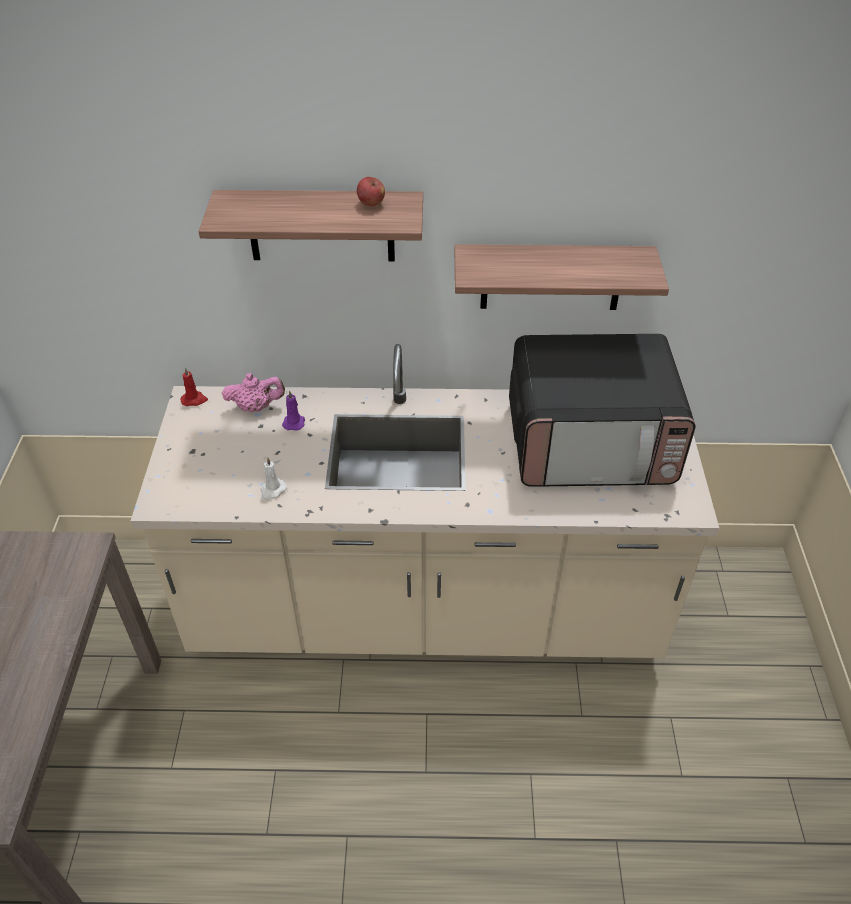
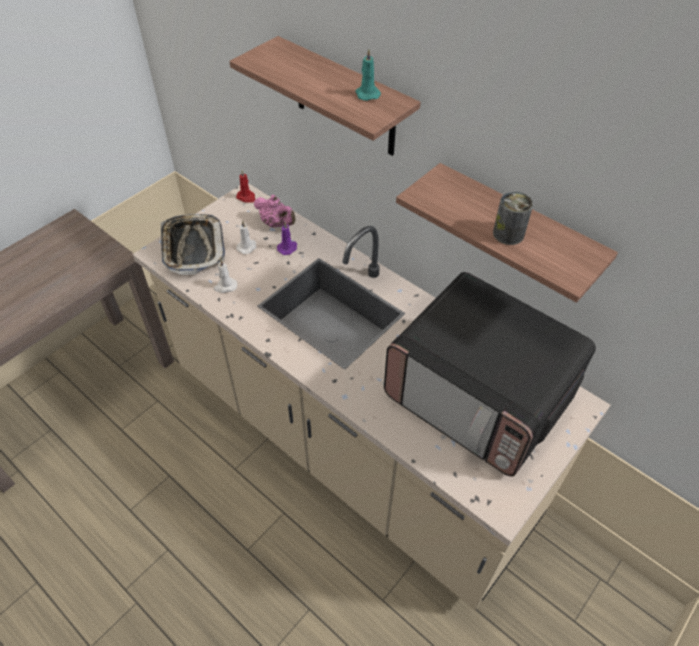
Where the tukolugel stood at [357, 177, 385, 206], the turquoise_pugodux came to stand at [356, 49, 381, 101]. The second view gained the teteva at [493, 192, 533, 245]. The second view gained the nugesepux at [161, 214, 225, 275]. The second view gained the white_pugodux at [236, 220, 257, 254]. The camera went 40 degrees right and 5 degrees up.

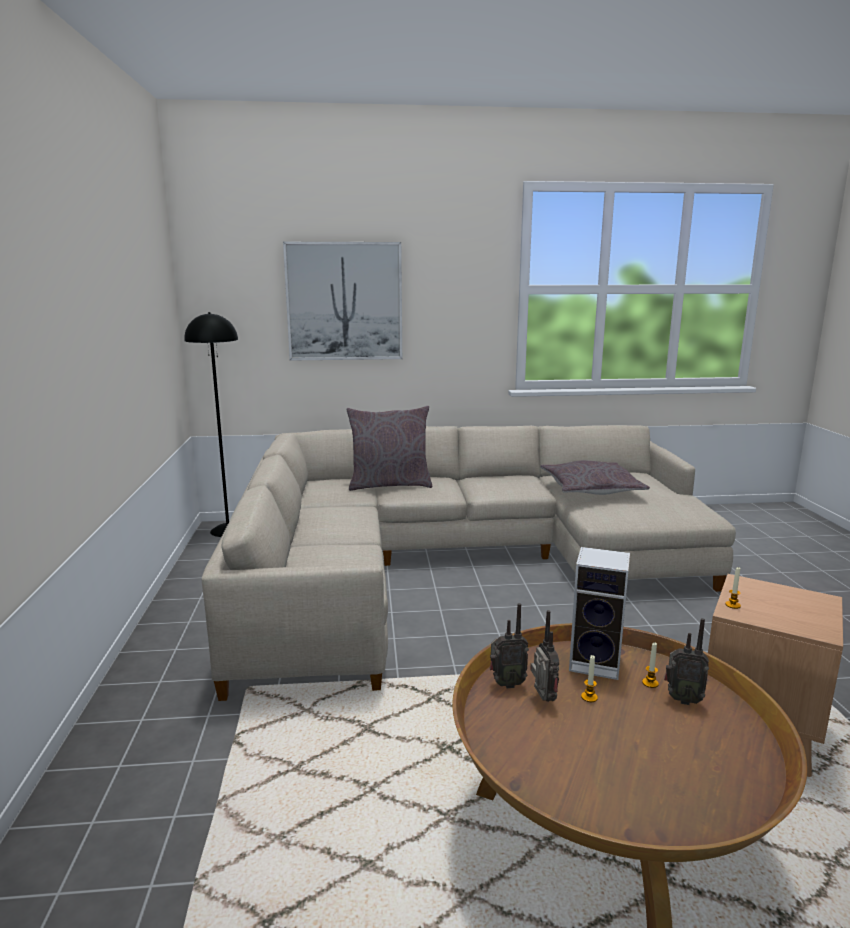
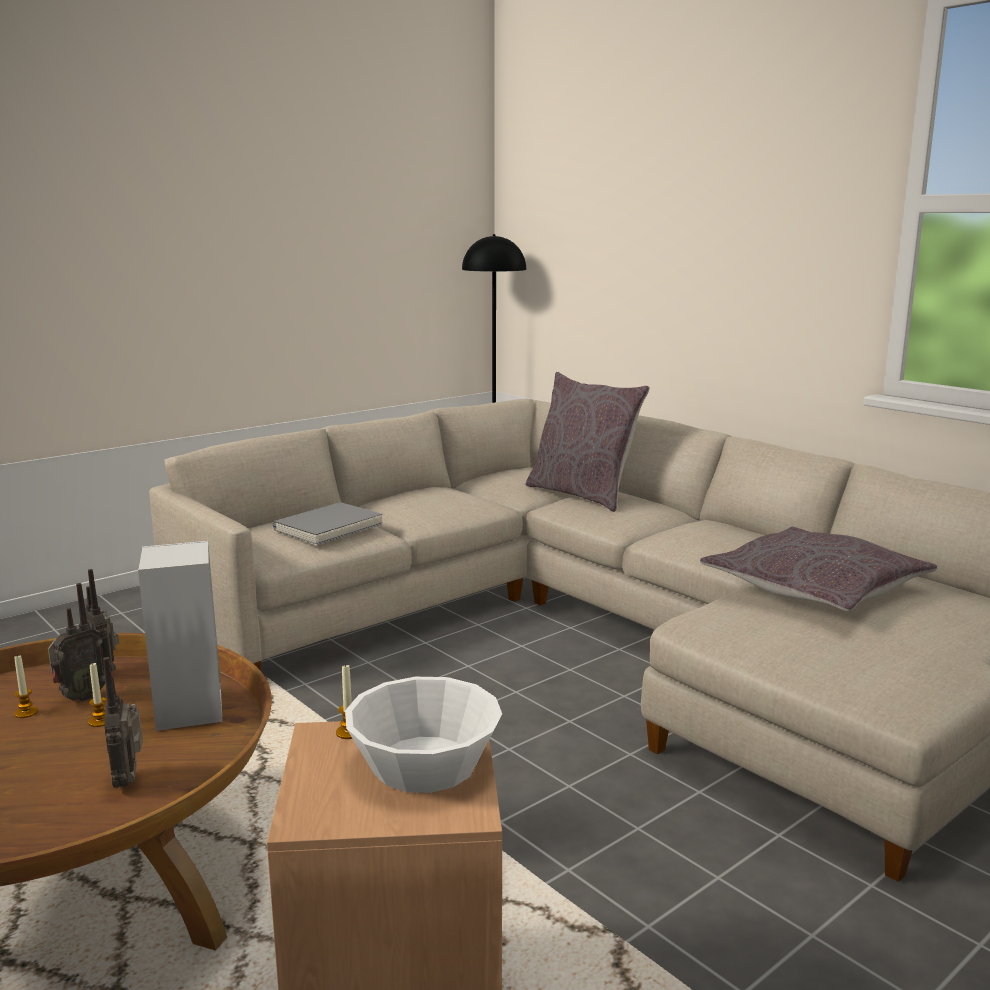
The second view lost the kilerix at [283, 242, 402, 361]. The pugodux ended up elsewhere, having gone from [642, 643, 659, 688] to [14, 654, 38, 718]. The second view gained the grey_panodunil at [273, 502, 383, 546]. The second view gained the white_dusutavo at [345, 677, 502, 793]. The camera went 55 degrees right and 0 degrees up.

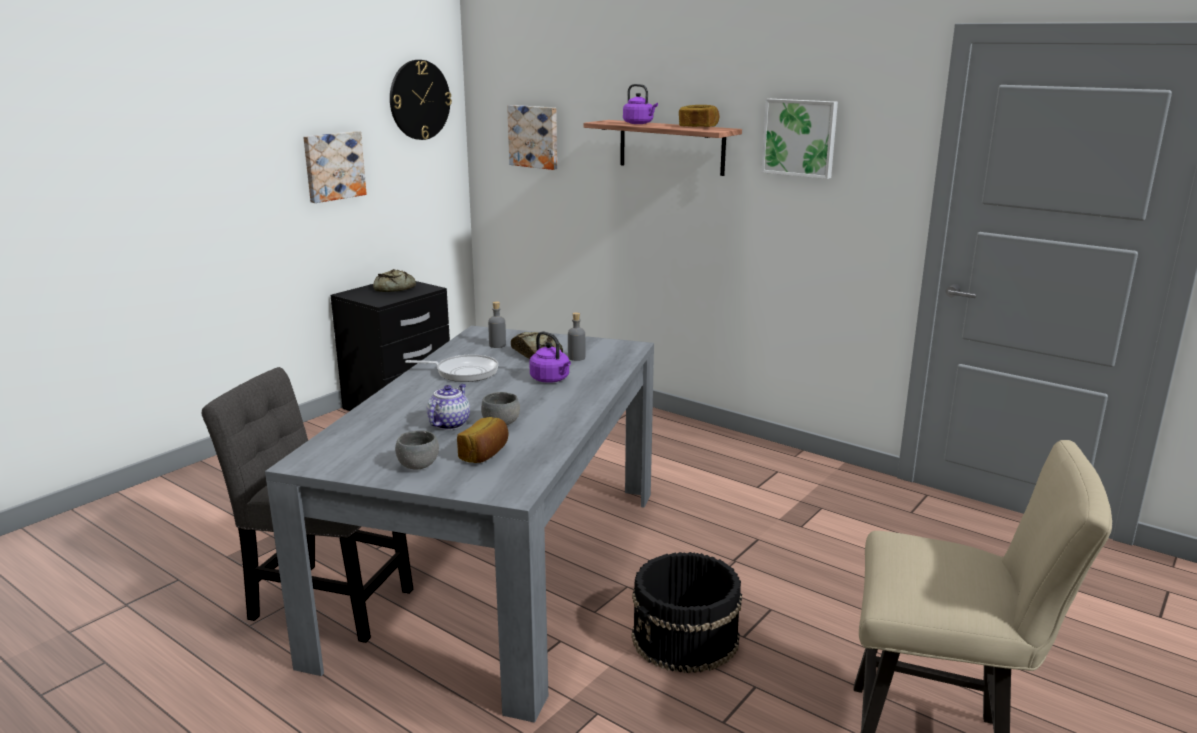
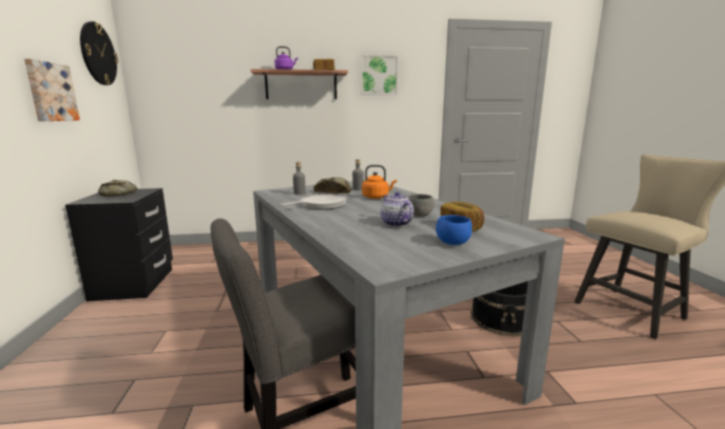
The second view lost the kilerix at [507, 105, 557, 170]. What was the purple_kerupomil at [529, 331, 571, 383] turned into the orange_kerupomil at [362, 165, 397, 199]. What was the grey_dusutavo at [395, 430, 439, 469] turned into the blue_dusutavo at [436, 215, 472, 245]. The camera went 45 degrees left and 5 degrees down.

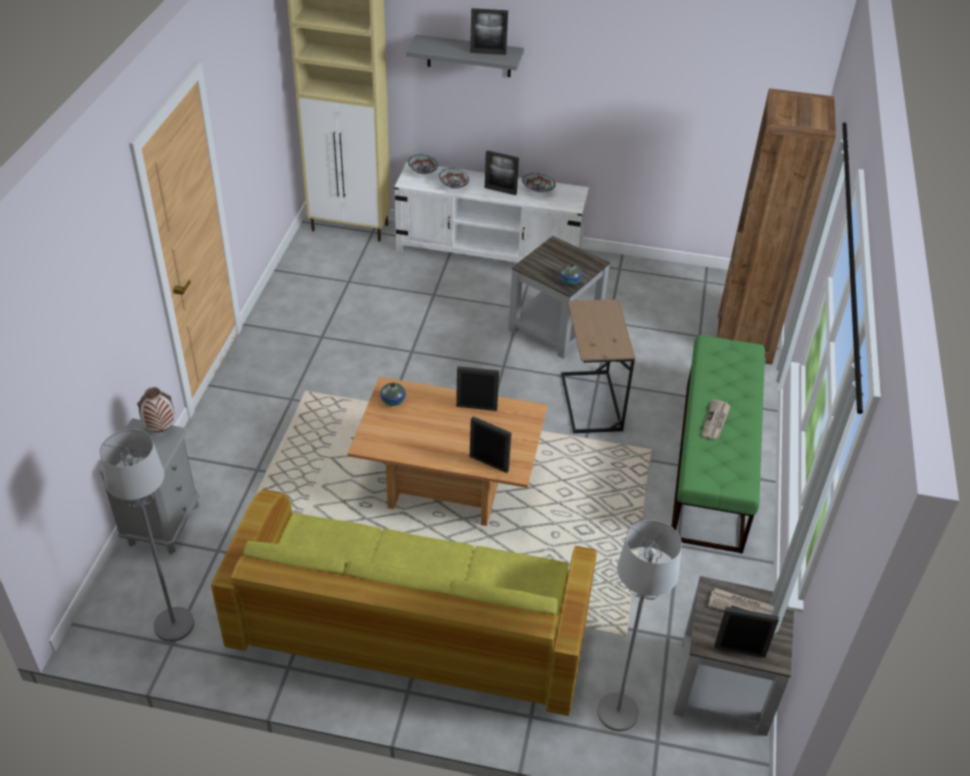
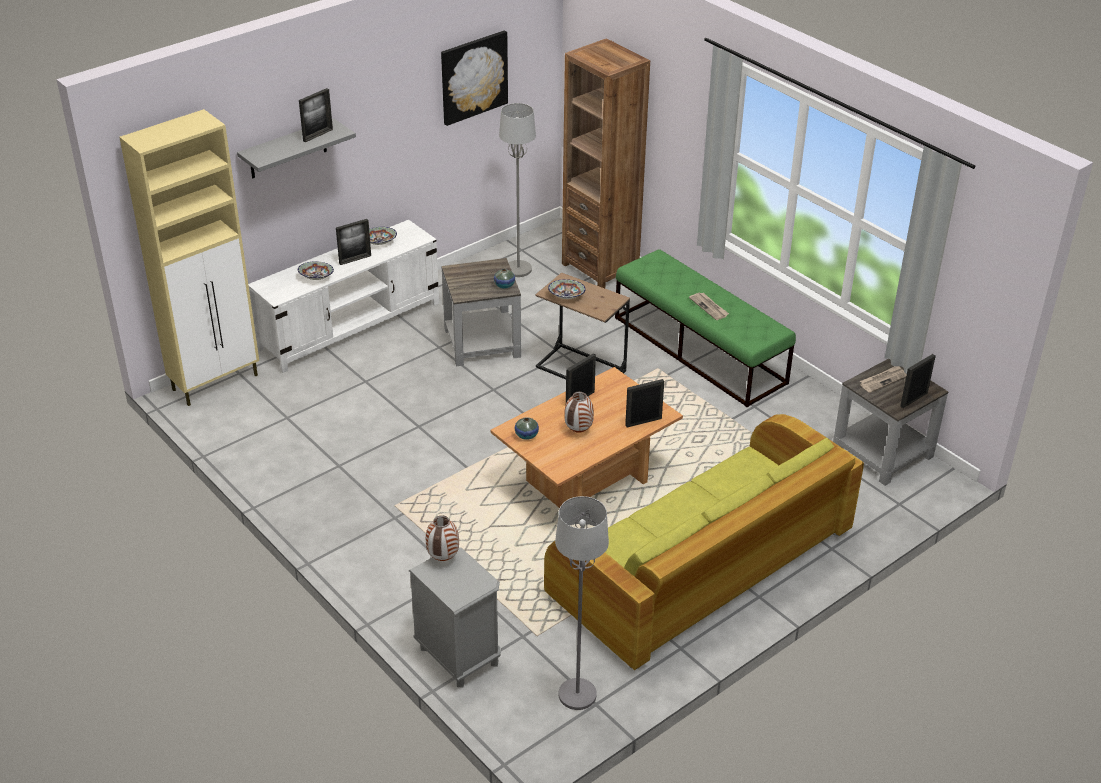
The dusutavo ended up elsewhere, having gone from [408, 154, 438, 174] to [548, 279, 586, 299]. The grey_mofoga ended up elsewhere, having gone from [597, 520, 682, 731] to [499, 103, 536, 277]. The second view gained the kilerix at [441, 31, 508, 126]. The second view gained the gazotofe at [564, 391, 594, 433]. The camera went 50 degrees left and 5 degrees down.

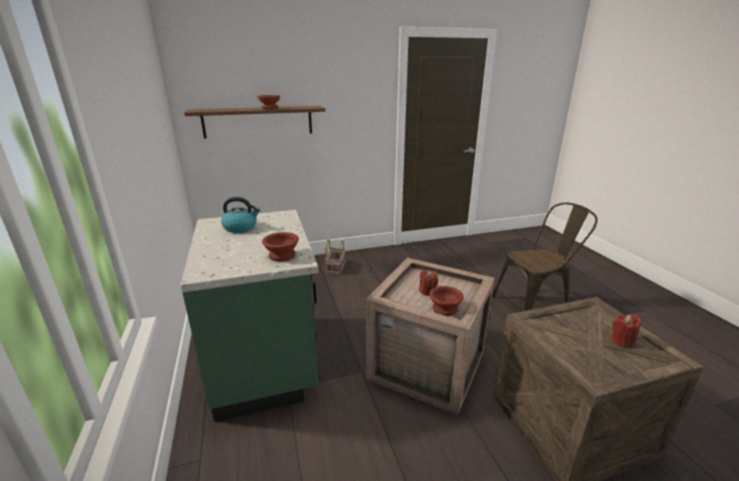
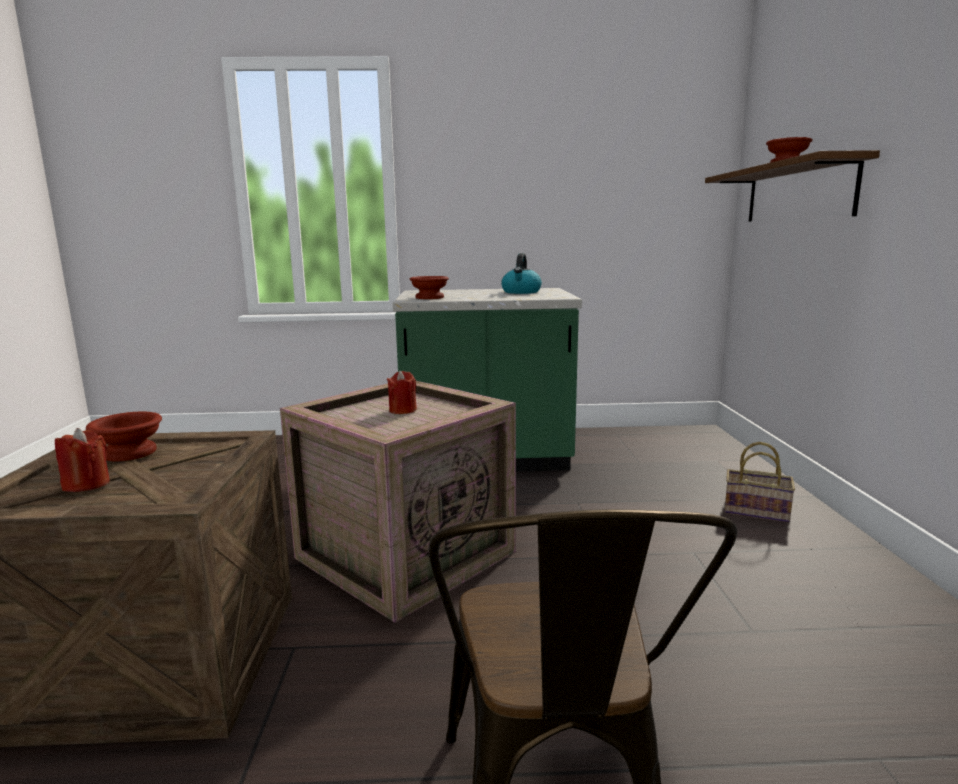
The brown_dusutavo ended up elsewhere, having gone from [429, 286, 464, 316] to [86, 412, 162, 462]. The camera went 105 degrees right and 10 degrees down.

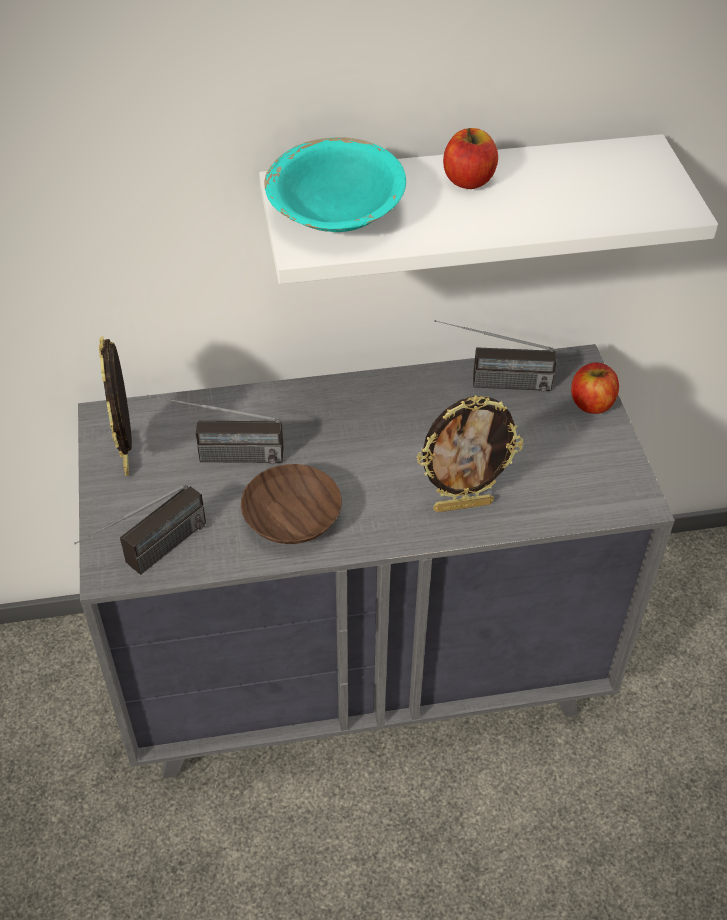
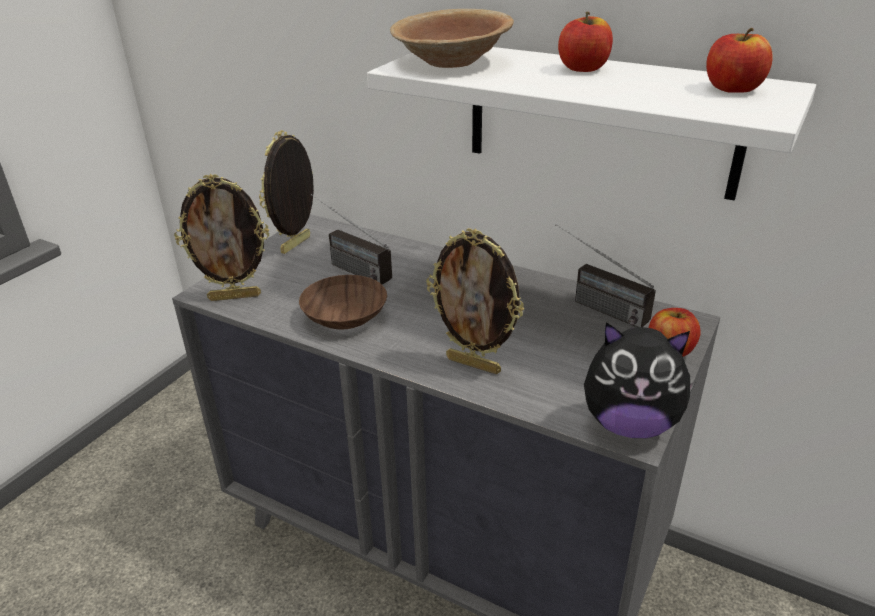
What was the turquoise_dusutavo at [264, 137, 406, 232] turned into the brown_dusutavo at [390, 9, 514, 68]. Where the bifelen stood at [74, 484, 206, 575], the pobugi came to stand at [174, 174, 269, 301]. The second view gained the tukolugel at [706, 28, 773, 93]. The second view gained the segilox at [584, 322, 696, 438]. The camera went 40 degrees right and 15 degrees down.

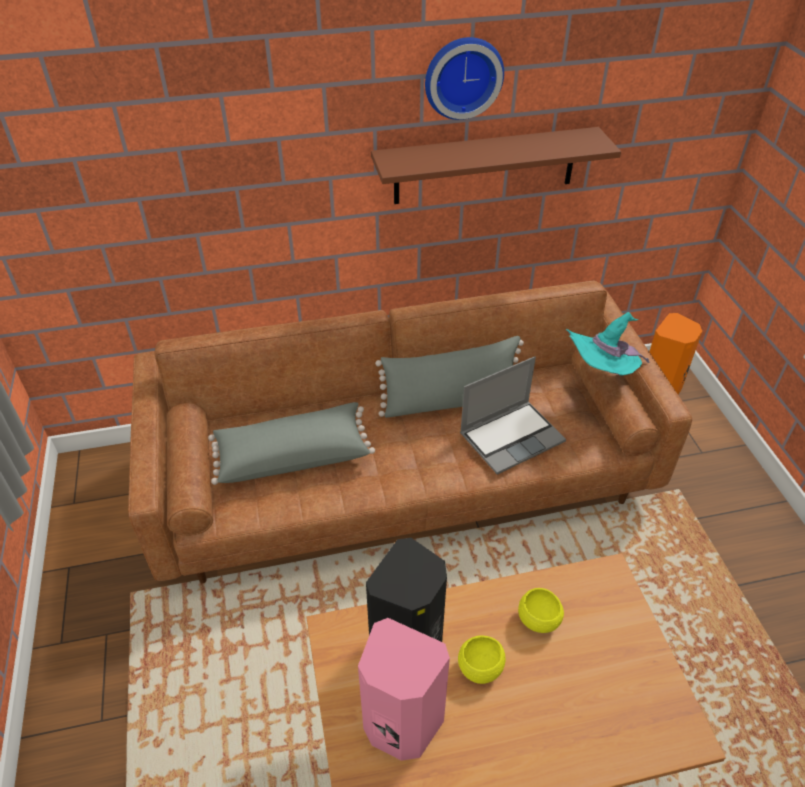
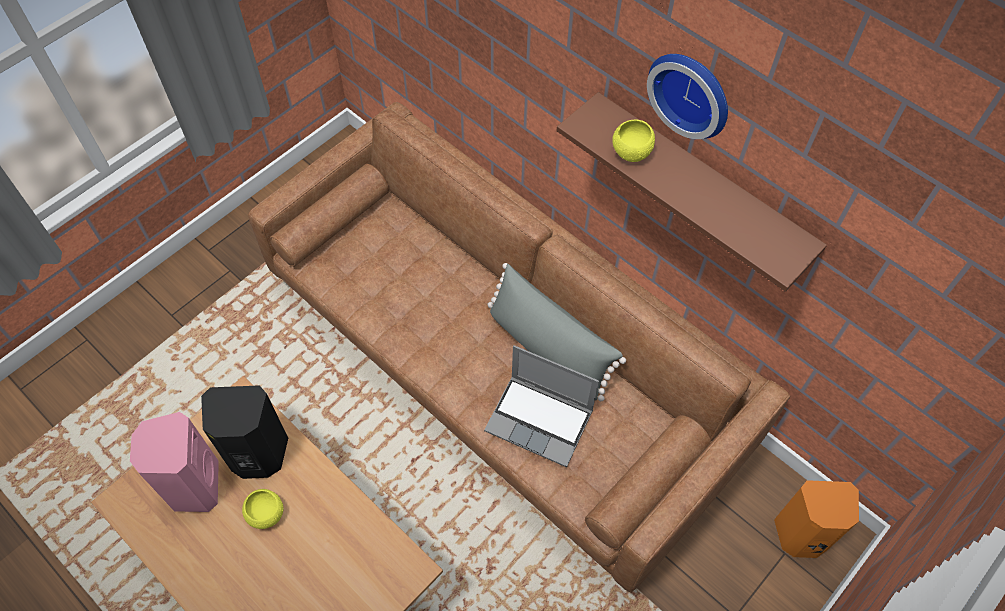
The second view lost the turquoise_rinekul at [566, 312, 650, 375]. The second view lost the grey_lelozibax at [208, 402, 375, 485]. The yellow_dusutavo ended up elsewhere, having gone from [518, 588, 564, 633] to [612, 119, 655, 162]. The camera went 55 degrees right and 15 degrees up.

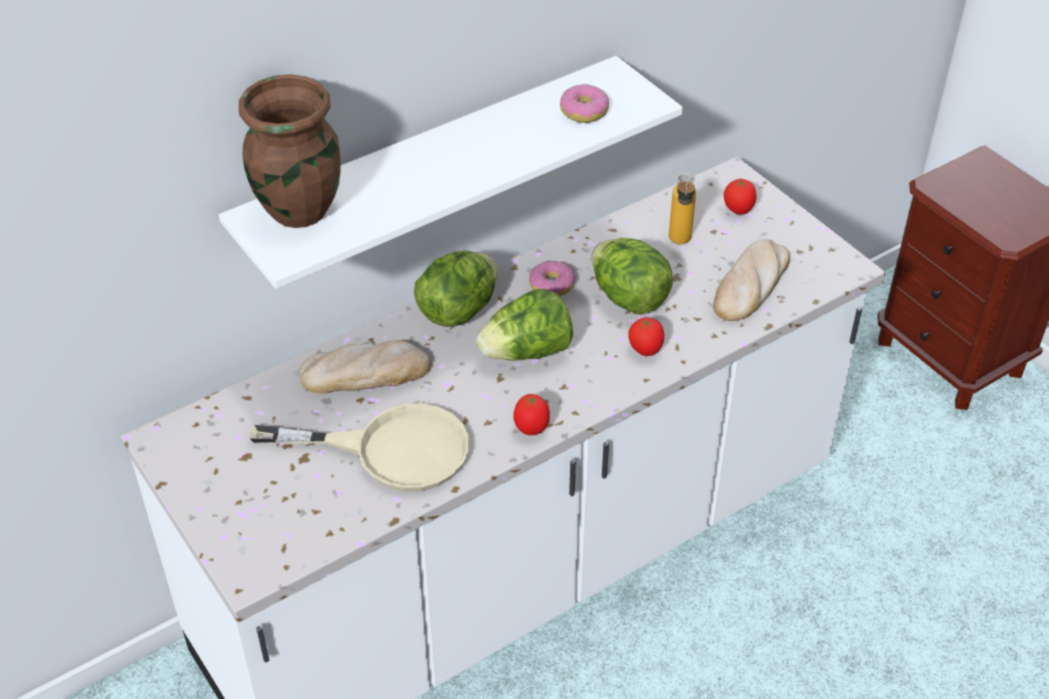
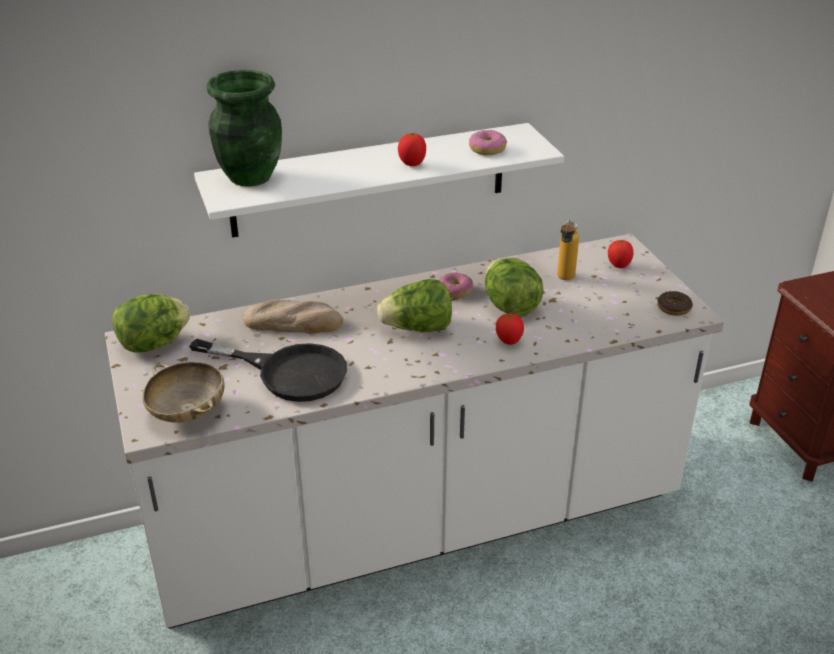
What was the brown_gazotofe at [239, 74, 341, 228] turned into the green_gazotofe at [206, 70, 282, 187]. The second view lost the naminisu at [713, 239, 790, 321]. The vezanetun ended up elsewhere, having gone from [414, 251, 497, 327] to [112, 294, 190, 353]. The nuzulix ended up elsewhere, having gone from [513, 393, 550, 435] to [398, 133, 426, 166]. What was the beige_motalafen at [250, 403, 469, 492] turned into the black_motalafen at [189, 339, 347, 402]. The second view gained the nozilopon at [657, 291, 693, 316]. The second view gained the beige_dusutavo at [143, 362, 225, 423]. The camera went 15 degrees right and 10 degrees down.

